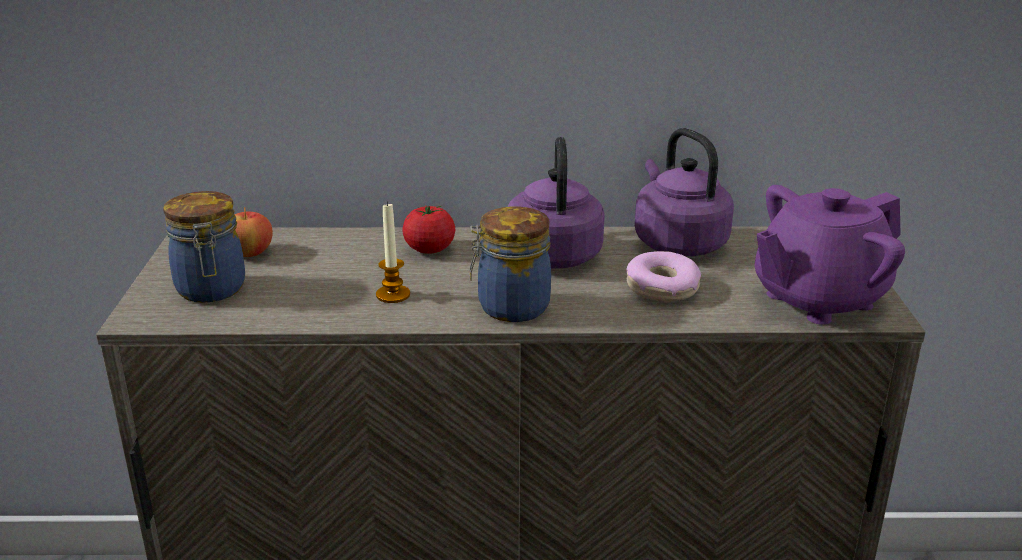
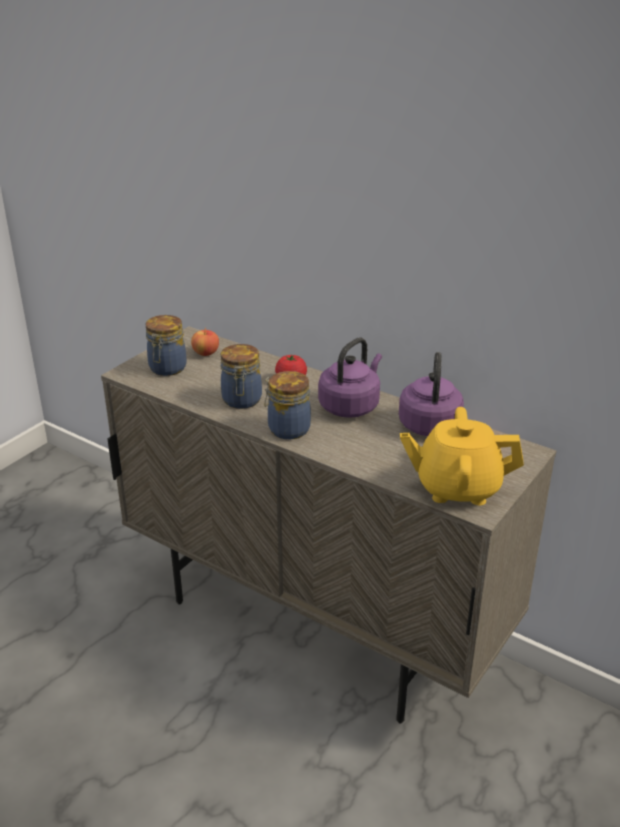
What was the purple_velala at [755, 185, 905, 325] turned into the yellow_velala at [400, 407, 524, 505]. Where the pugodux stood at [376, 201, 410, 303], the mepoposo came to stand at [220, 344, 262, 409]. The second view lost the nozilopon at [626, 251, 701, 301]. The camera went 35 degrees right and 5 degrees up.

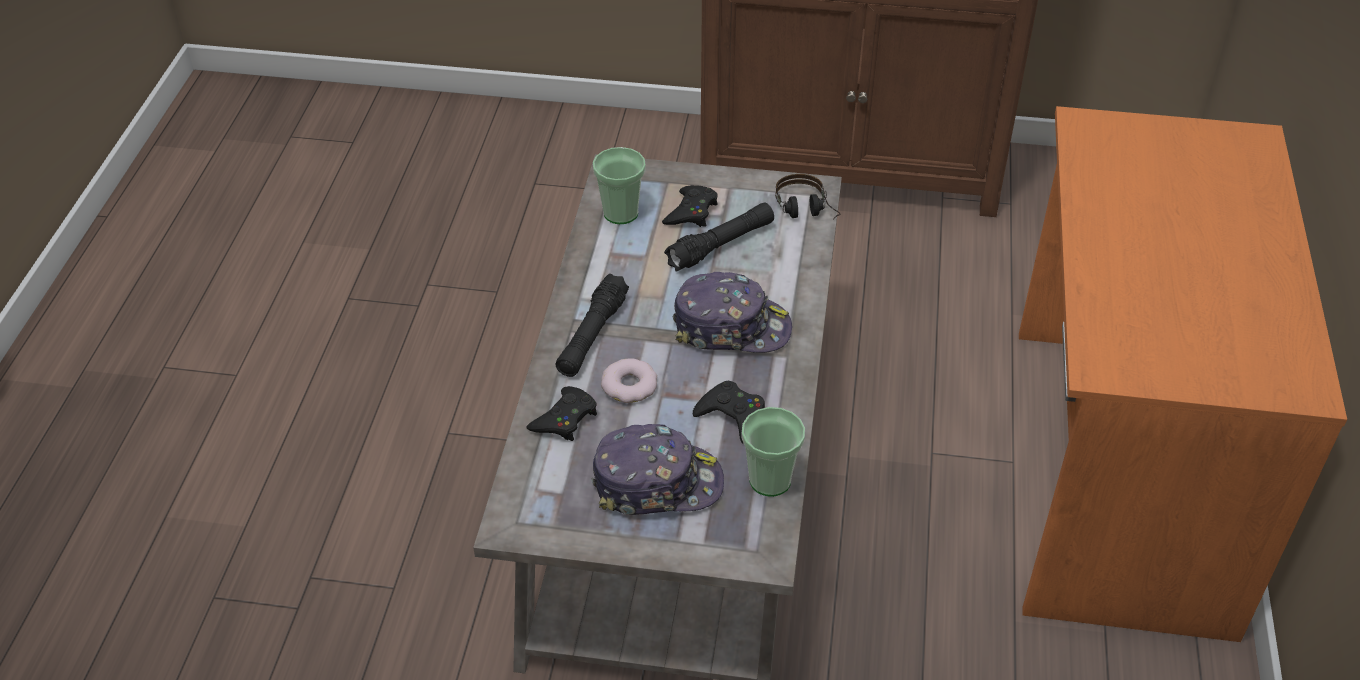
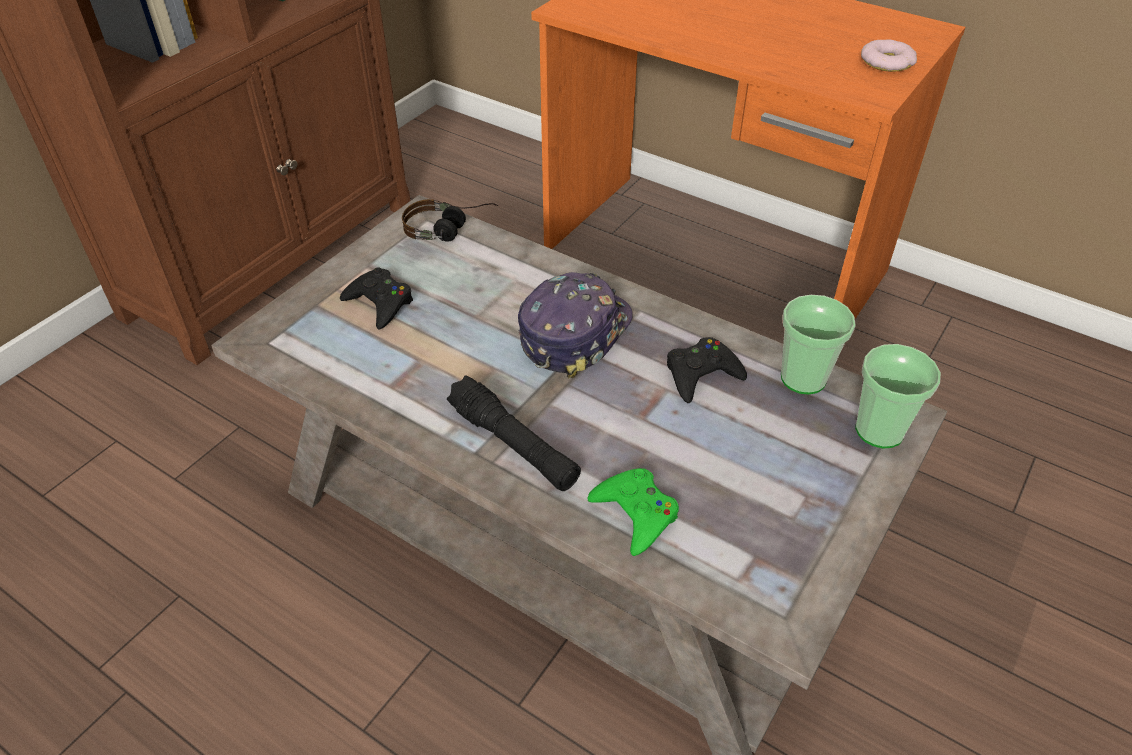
The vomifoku ended up elsewhere, having gone from [593, 147, 646, 224] to [855, 344, 941, 449]. The second view lost the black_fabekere at [664, 203, 774, 272]. The nozilopon ended up elsewhere, having gone from [601, 358, 657, 403] to [861, 39, 917, 72]. What was the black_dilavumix at [526, 386, 597, 441] turned into the green_dilavumix at [587, 468, 679, 556]. The second view lost the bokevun at [591, 424, 724, 515]. The camera went 65 degrees left and 0 degrees up.

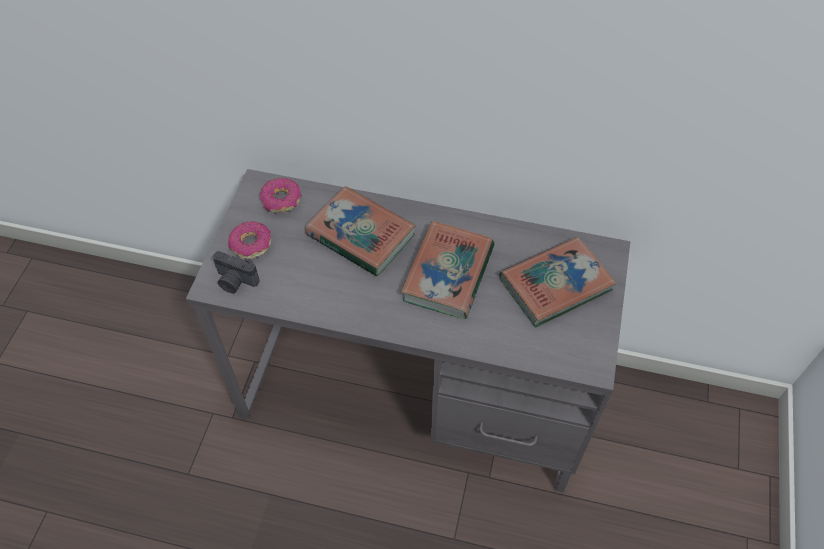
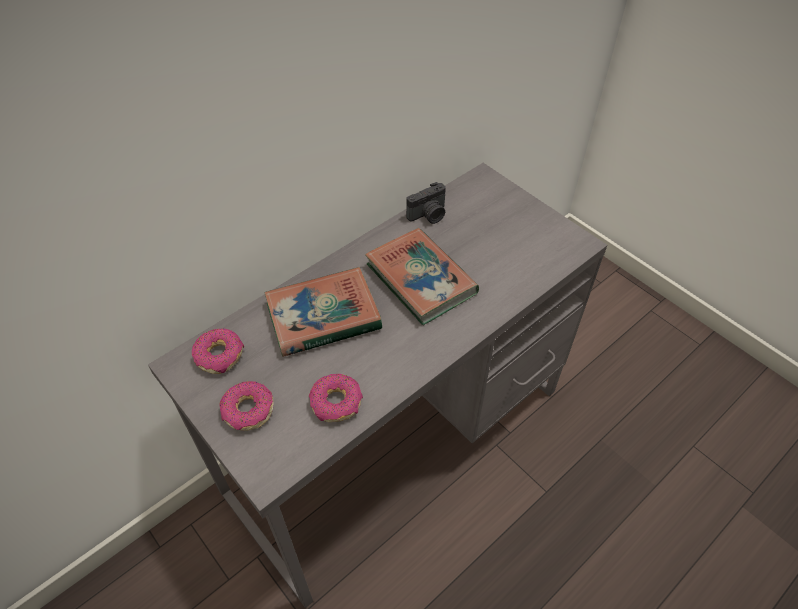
The second view lost the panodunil at [499, 237, 616, 327]. The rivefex ended up elsewhere, having gone from [213, 251, 260, 293] to [406, 182, 446, 224]. The second view gained the nozilopon at [309, 374, 363, 422]. The camera went 55 degrees left and 5 degrees down.

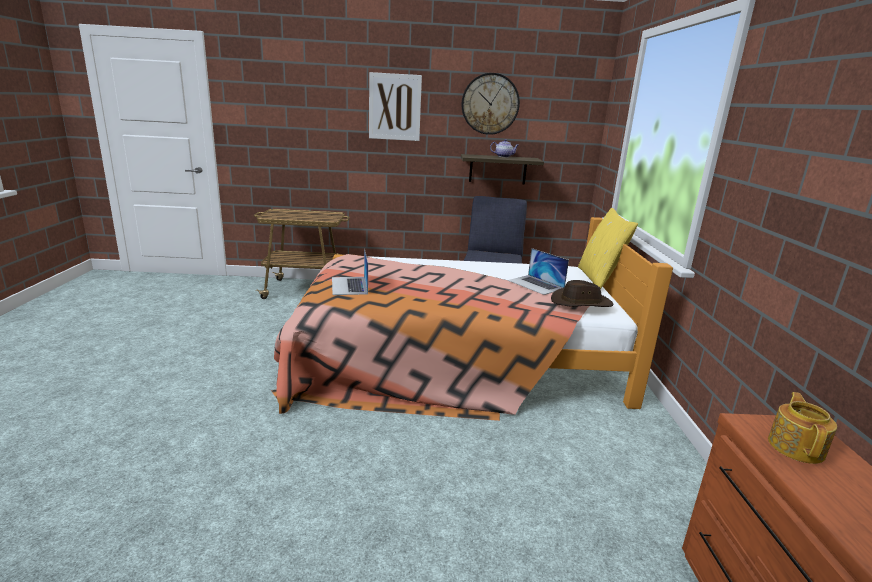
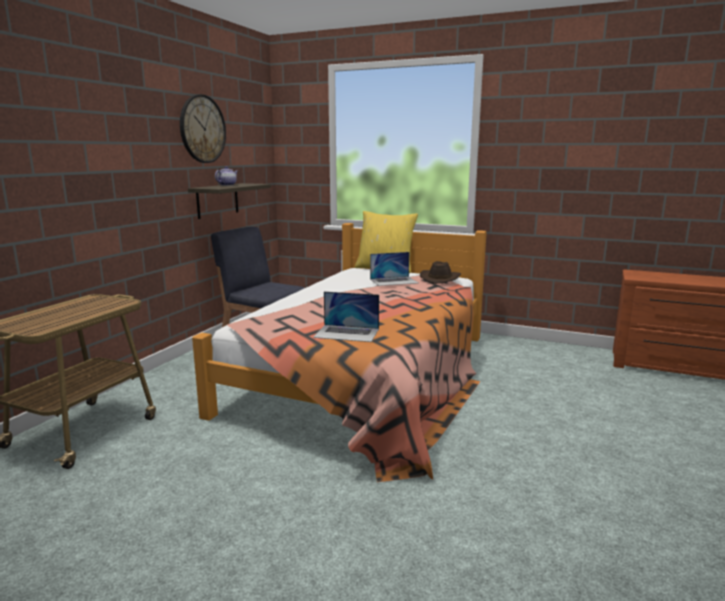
The second view lost the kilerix at [369, 72, 422, 141]. The second view lost the velala at [768, 392, 837, 464]. The camera went 65 degrees left and 5 degrees down.

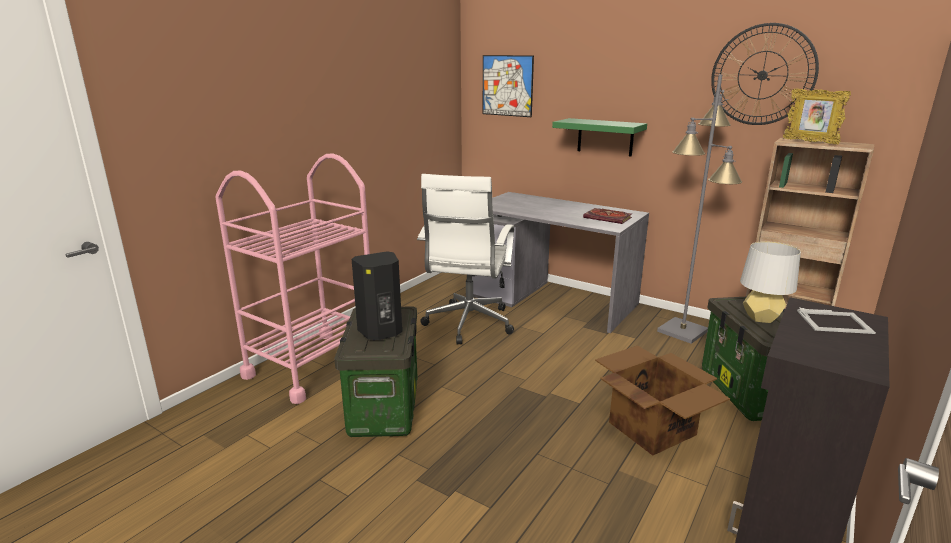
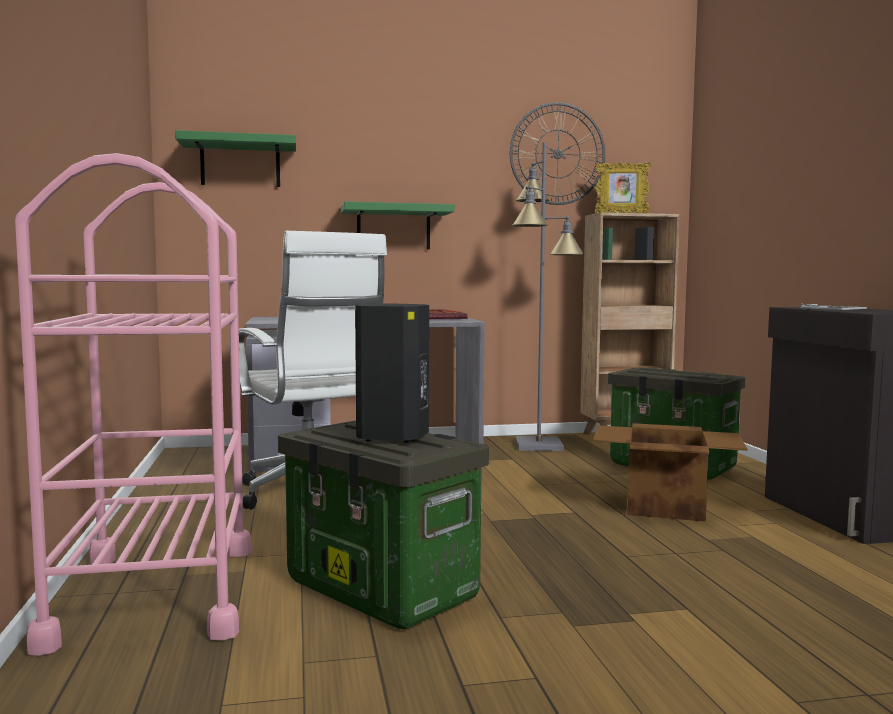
Where the kilerix hung at [483, 55, 534, 117], the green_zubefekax came to hang at [175, 130, 296, 187]. The second view lost the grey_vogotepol at [740, 241, 801, 323]. The camera went 45 degrees left and 15 degrees down.

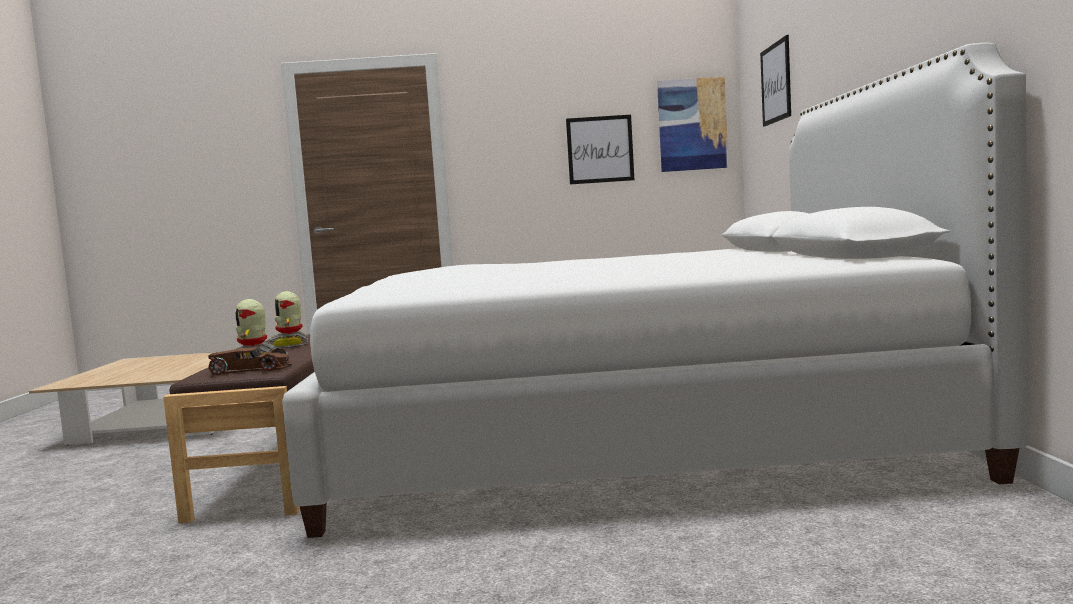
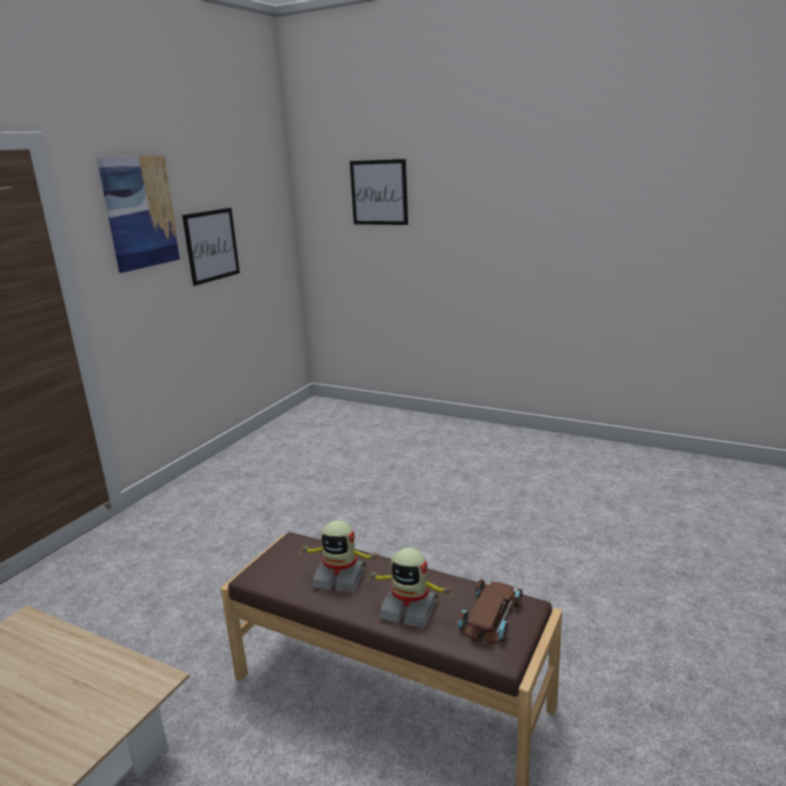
The second view lost the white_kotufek at [282, 43, 1027, 538]. The kilerix ended up elsewhere, having gone from [657, 76, 728, 172] to [97, 155, 181, 273]. The camera went 60 degrees left and 15 degrees up.

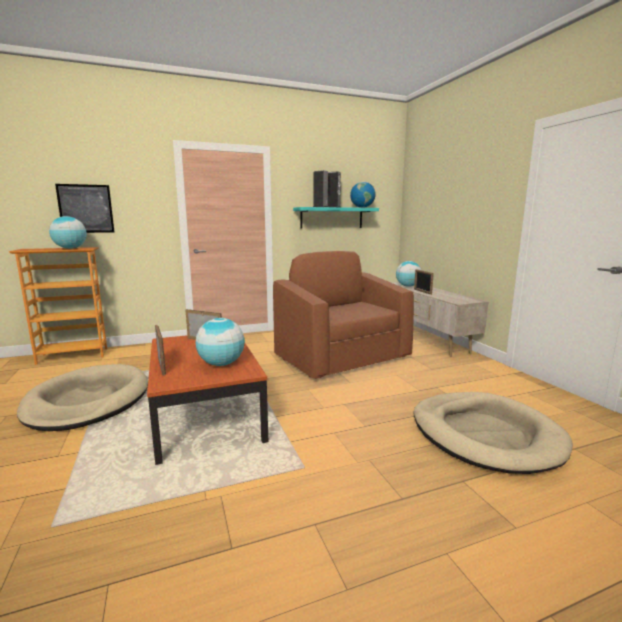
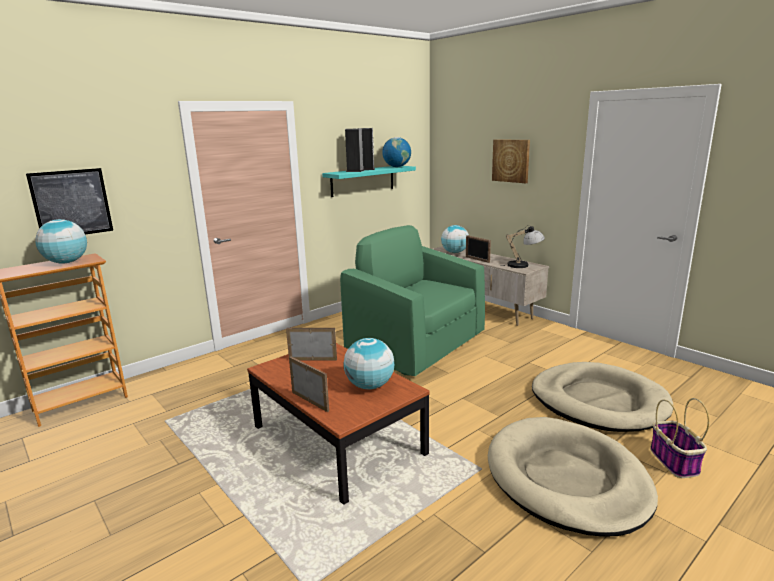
What was the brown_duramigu at [273, 251, 414, 379] turned into the green_duramigu at [340, 225, 485, 376]. The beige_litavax ended up elsewhere, having gone from [17, 364, 148, 431] to [488, 417, 658, 536]. The second view gained the kilerix at [492, 139, 530, 183]. The second view gained the vogotepol at [500, 225, 545, 268]. The second view gained the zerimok at [650, 398, 709, 478]. The camera went 20 degrees left and 5 degrees up.

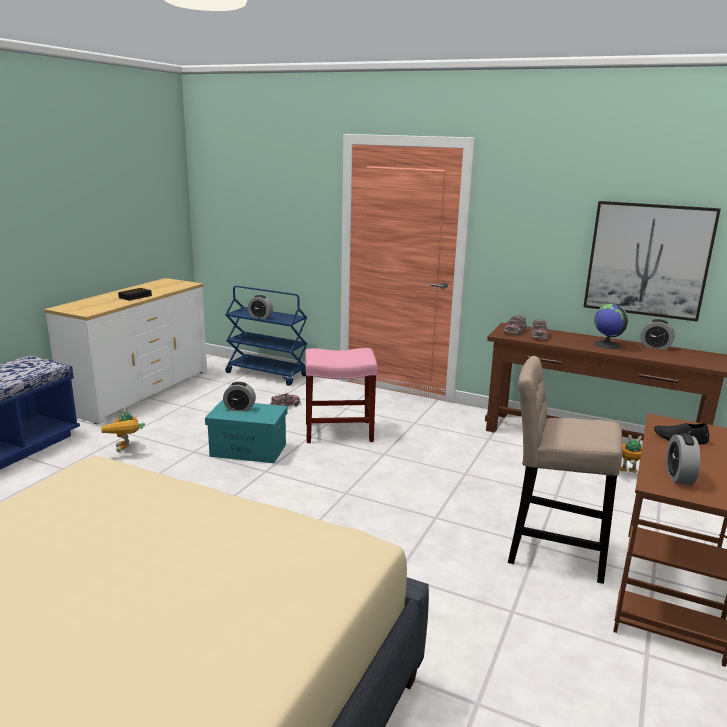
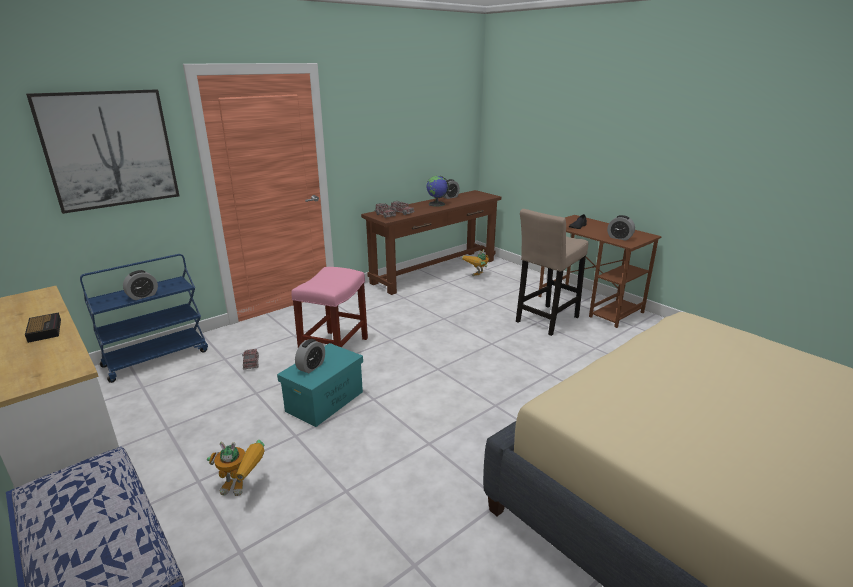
The kilerix ended up elsewhere, having gone from [584, 201, 721, 322] to [26, 89, 179, 214]. The camera went 65 degrees left and 5 degrees up.

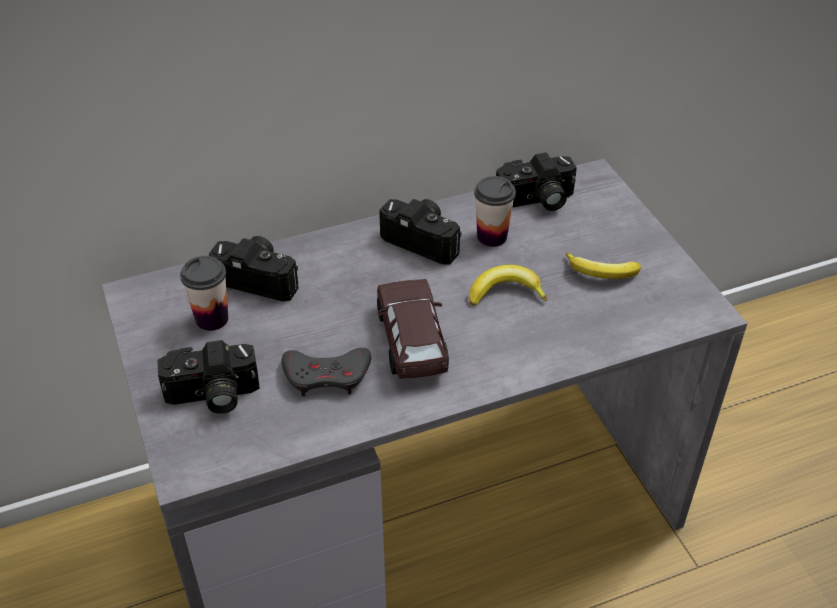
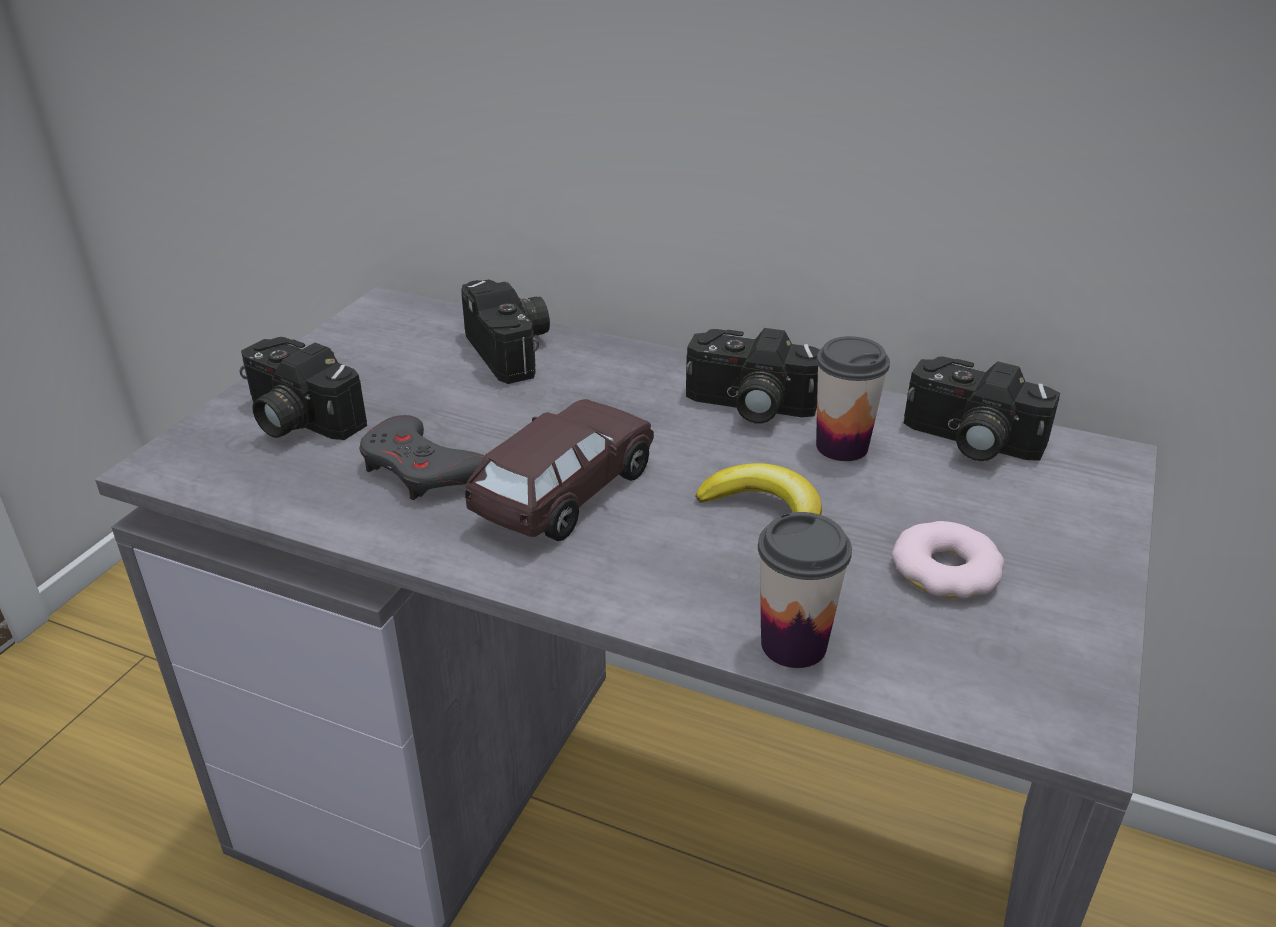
The rivefex at [379, 199, 462, 265] ended up facing another way, 120 degrees clockwise from before. Where the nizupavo stood at [566, 253, 641, 279], the nozilopon came to stand at [892, 521, 1004, 599]. The vomifoku ended up elsewhere, having gone from [180, 256, 228, 331] to [758, 512, 852, 668]. The camera went 45 degrees right and 10 degrees down.

